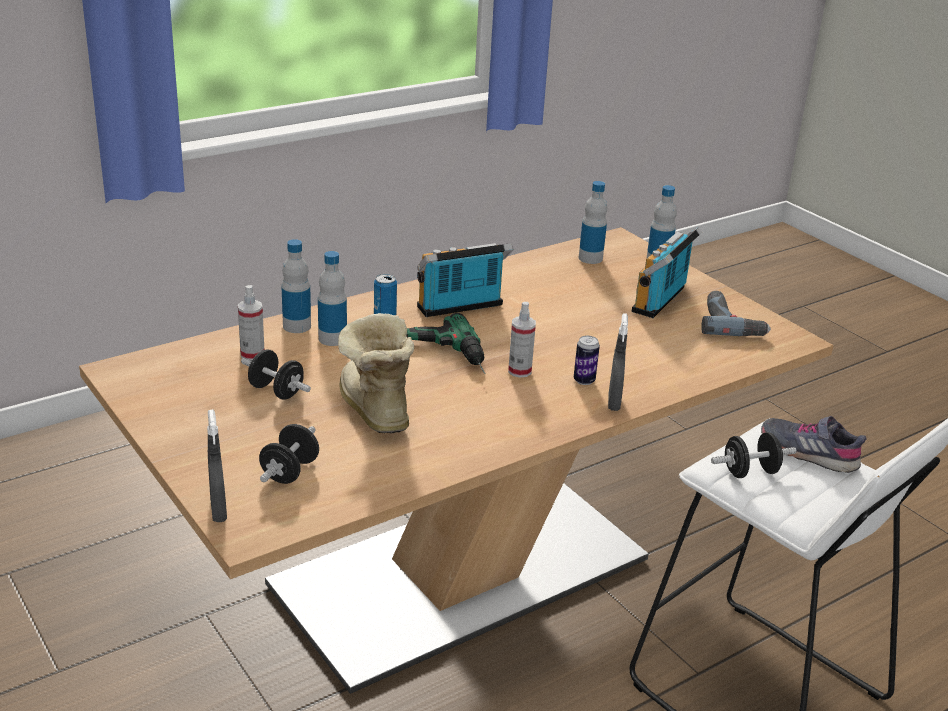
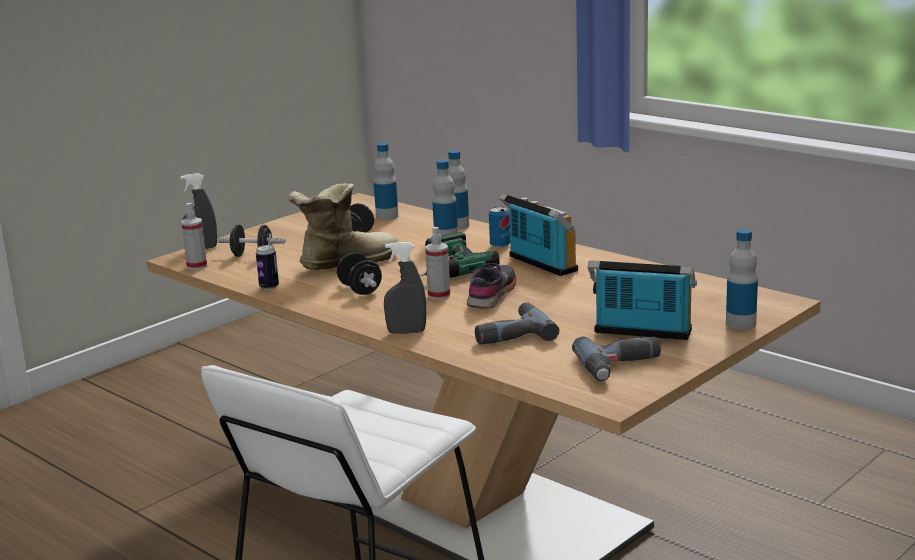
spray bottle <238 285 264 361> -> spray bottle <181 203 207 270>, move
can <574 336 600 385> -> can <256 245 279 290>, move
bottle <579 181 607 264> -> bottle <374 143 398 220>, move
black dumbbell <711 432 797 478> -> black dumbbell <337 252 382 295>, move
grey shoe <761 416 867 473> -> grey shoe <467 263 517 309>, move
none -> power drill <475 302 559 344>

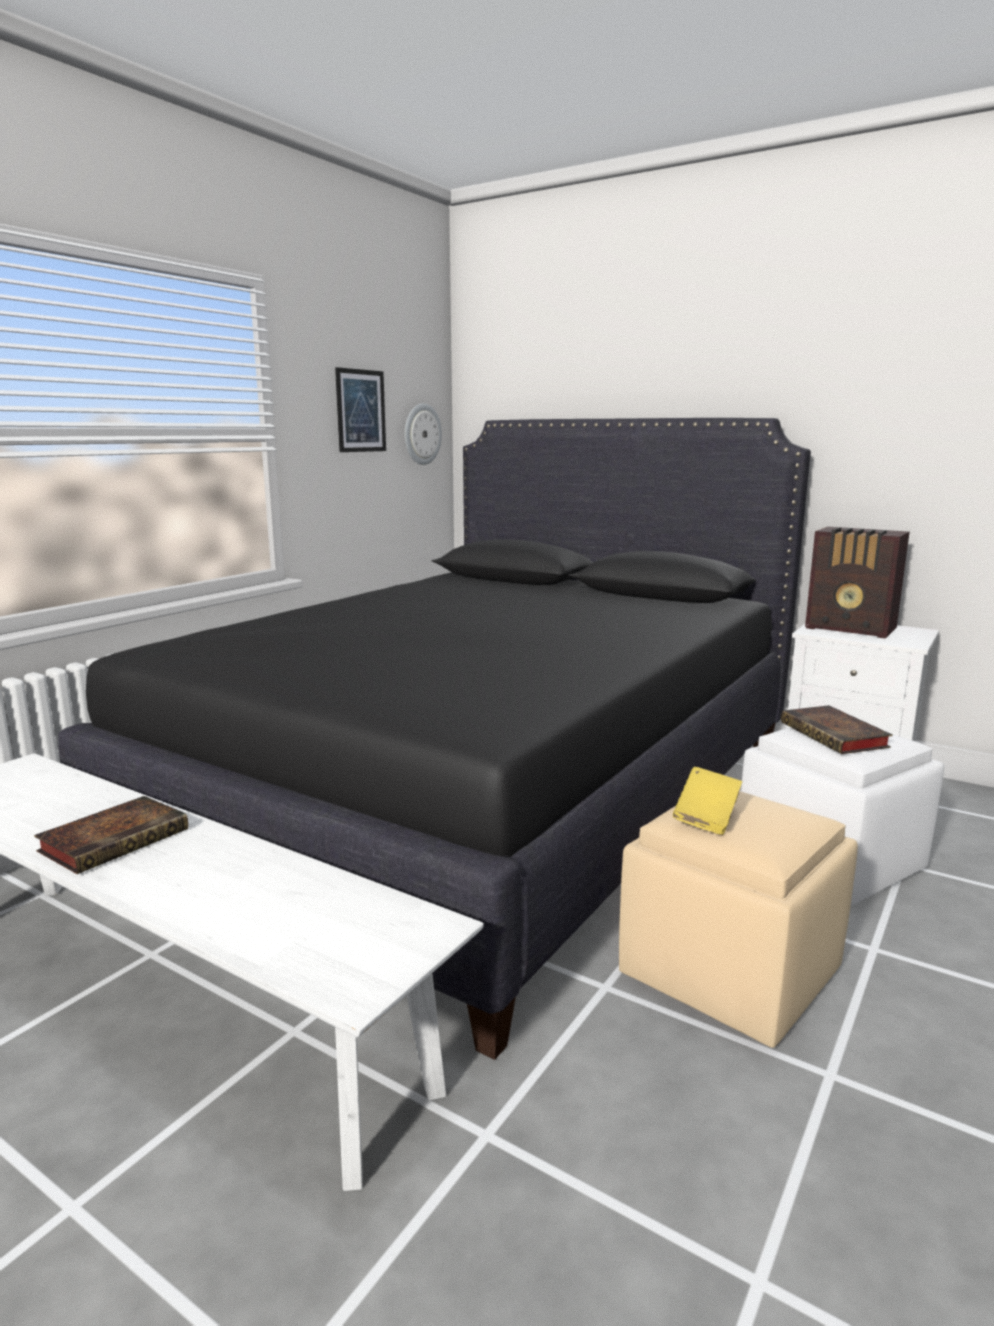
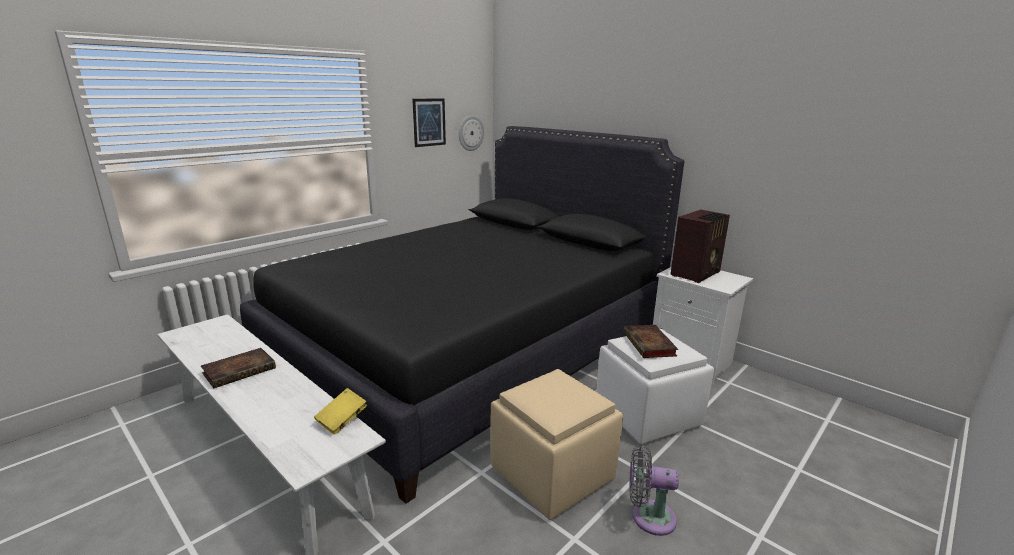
yellow book <673 767 742 835> -> yellow book <314 388 367 435>, move
radio <805 527 910 639> -> radio <670 210 730 283>, 90 degrees counterclockwise
none -> grey fan <629 444 679 536>

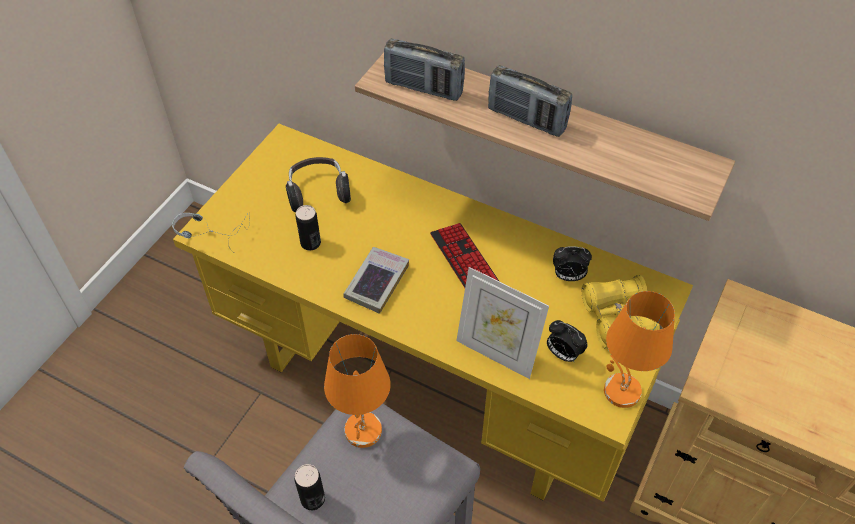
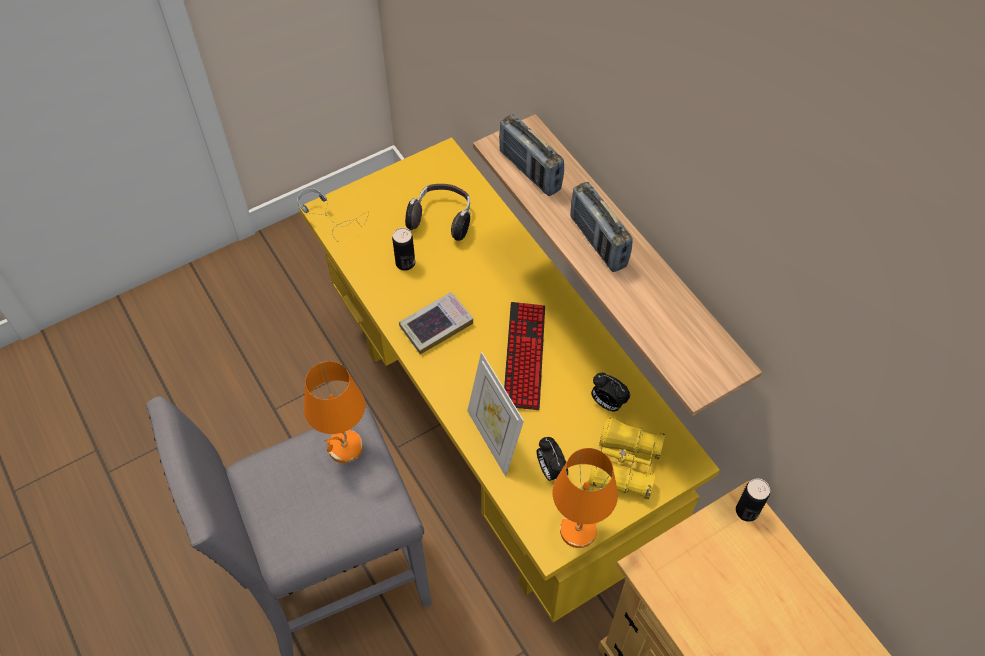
can <294 464 325 510> -> can <736 478 770 522>, move

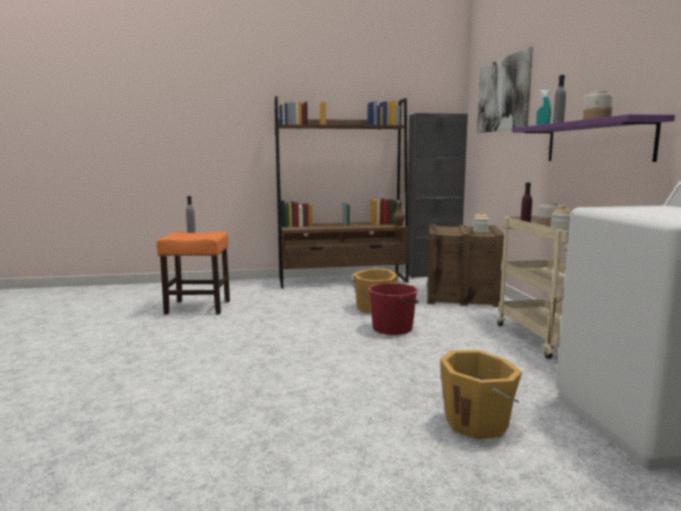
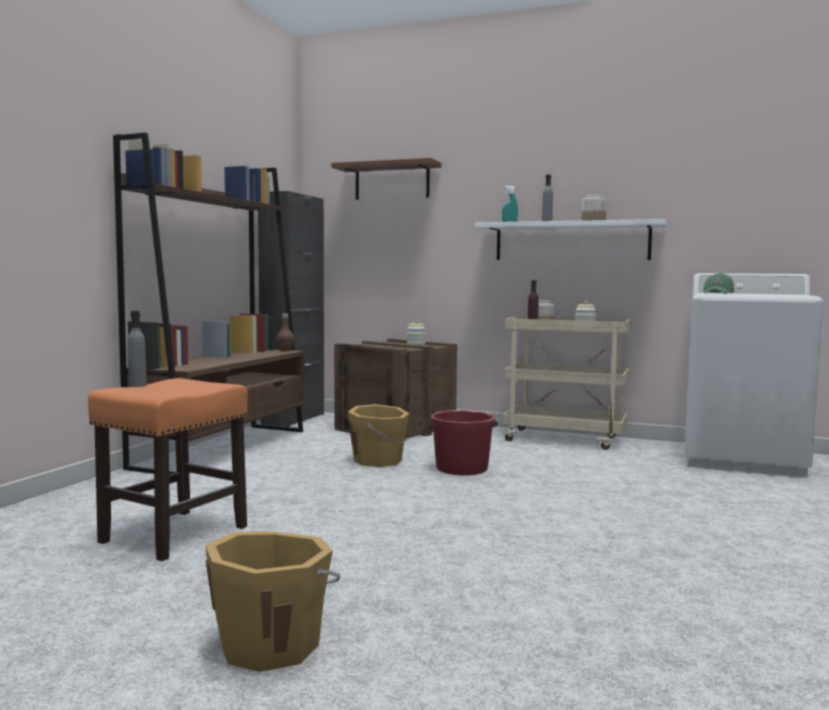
orange bucket <440 350 522 439> -> orange bucket <205 532 341 672>, move
picture <477 47 533 133> -> brown shelf <331 158 442 200>
purple shelf <512 114 675 162> -> white shelf <475 219 667 260>
none -> green cap <703 273 734 294>

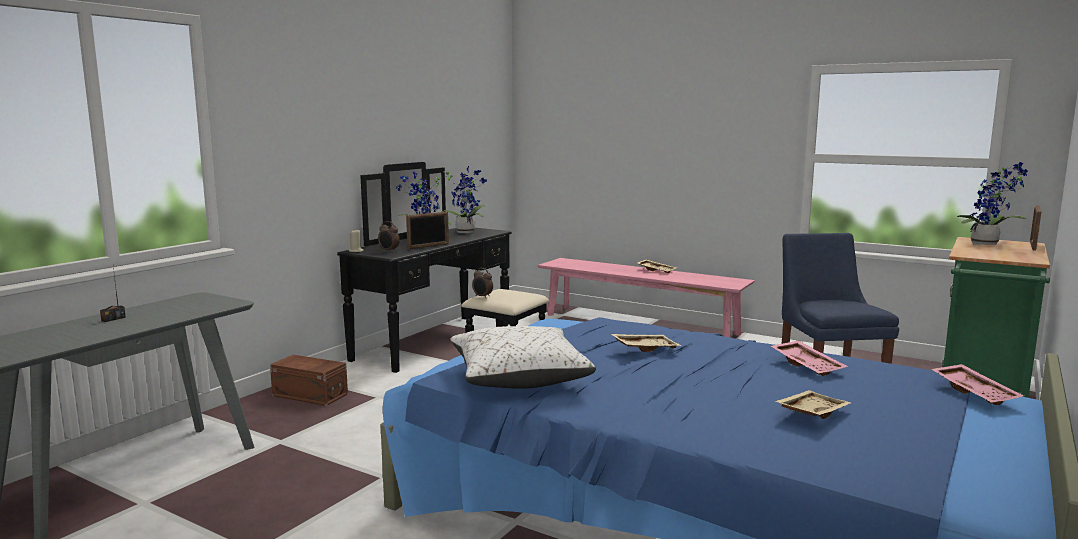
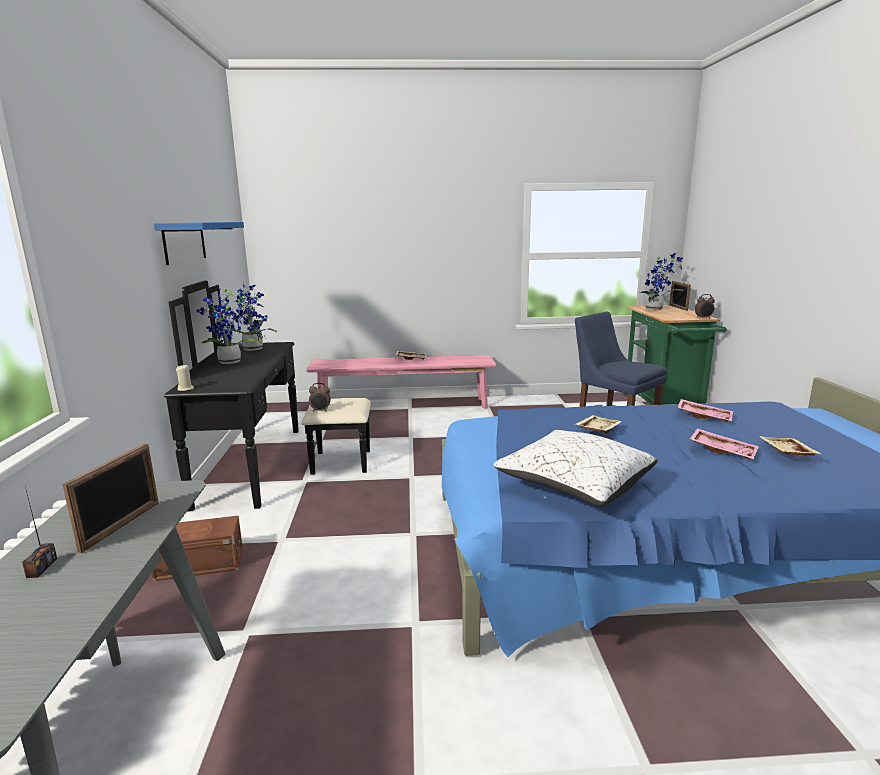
alarm clock <378 221 400 252> -> alarm clock <695 294 715 319>, move
picture frame <406 212 449 249> -> picture frame <62 443 159 553>, move
pink tray <931 364 1024 405> -> pink tray <690 428 759 460>, move
none -> blue shelf <154 222 244 265>

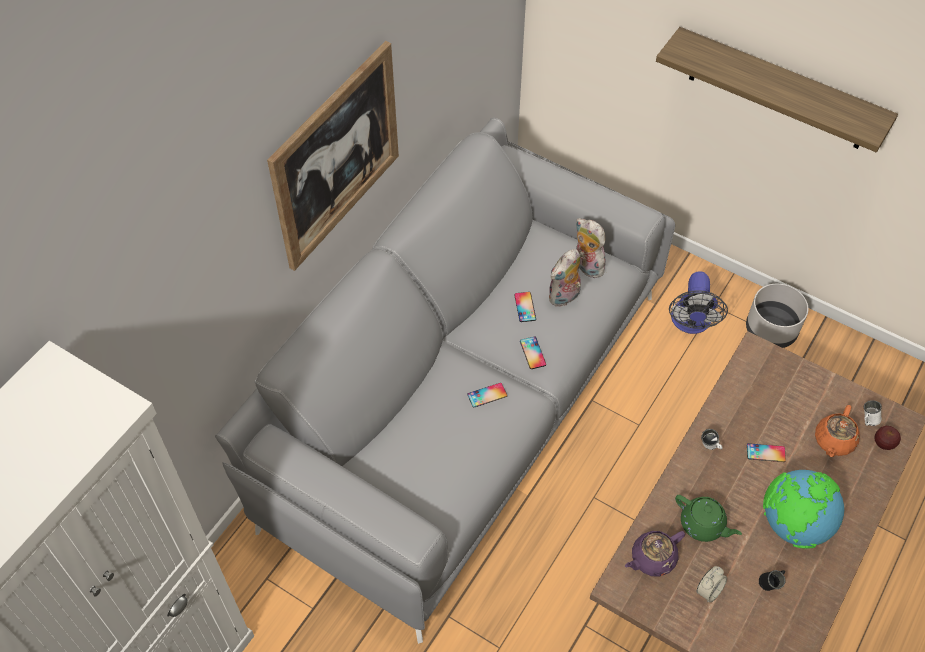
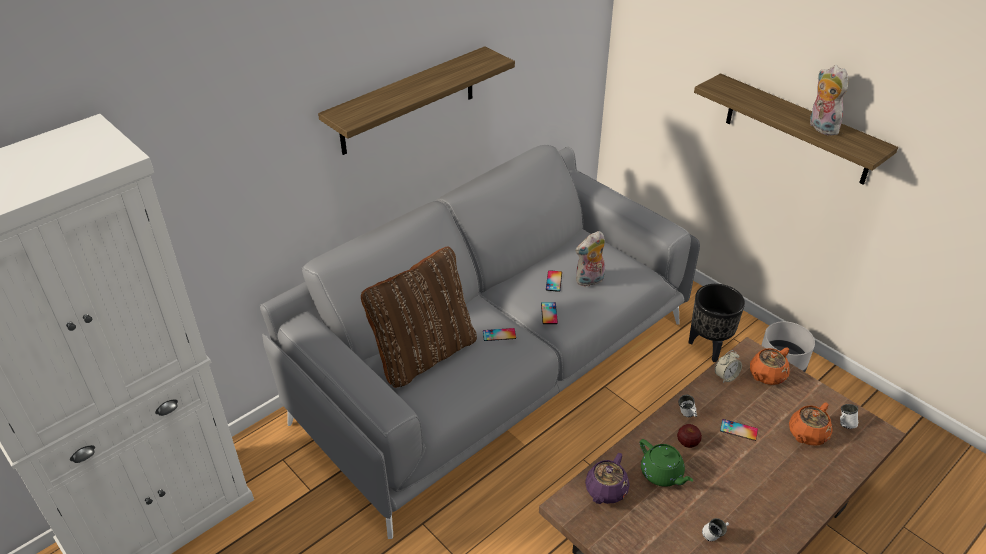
picture <267 41 399 271> -> shelf <318 46 515 155>
plush toy <576 218 608 278> -> plush toy <810 65 848 135>, move
purple teapot <625 531 685 577> -> purple teapot <585 453 630 504>, 45 degrees counterclockwise
fan <669 271 728 334> -> black planter <689 284 745 362>
alarm clock <697 566 727 603> -> alarm clock <715 350 742 383>, move
black mug <759 570 785 591> -> white mug <702 518 729 541>
globe <763 470 844 548> -> none
apple <875 426 901 450> -> apple <677 424 702 448>, move
none -> brown pillow <361 247 477 388>
none -> orange teapot <750 347 790 385>

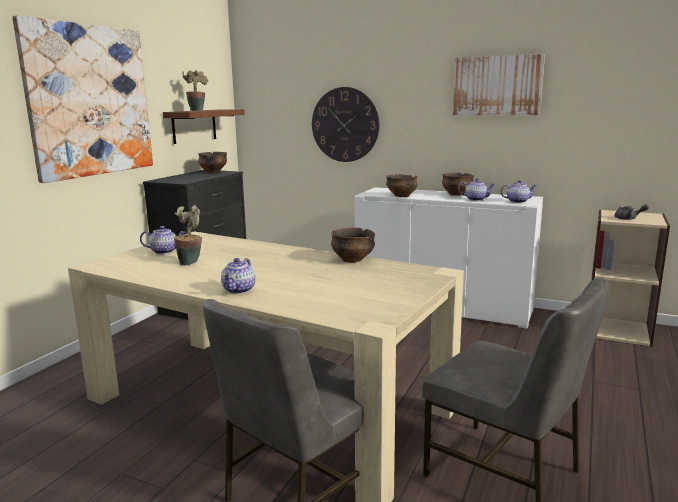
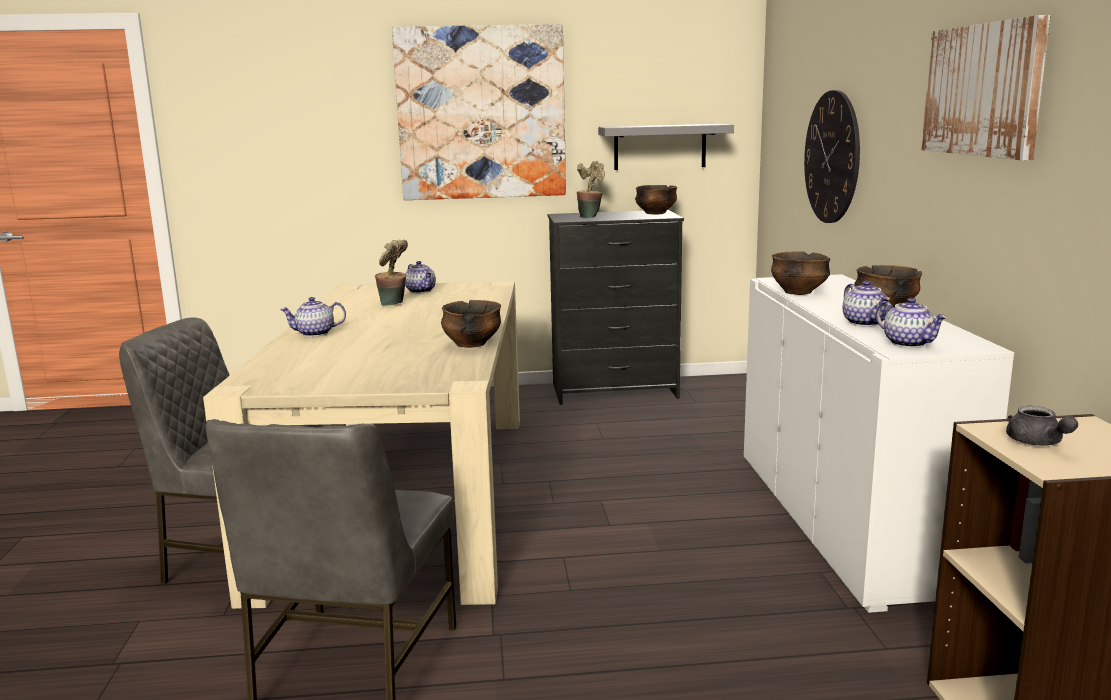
brown shelf <163 109 245 144> -> grey shelf <598 124 734 170>
potted plant <182 70 208 111> -> potted plant <577 161 605 218>, move

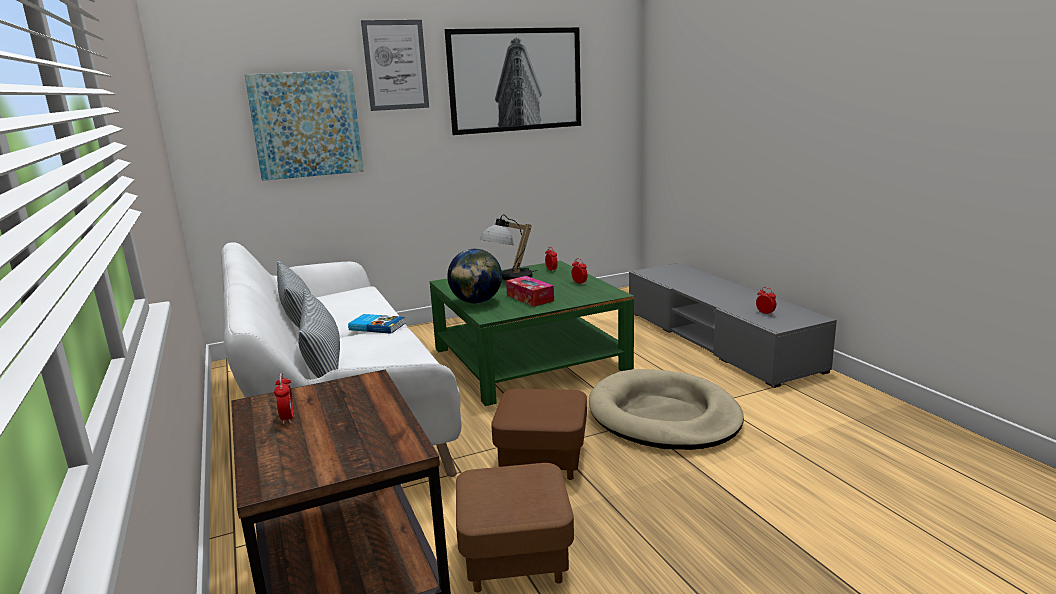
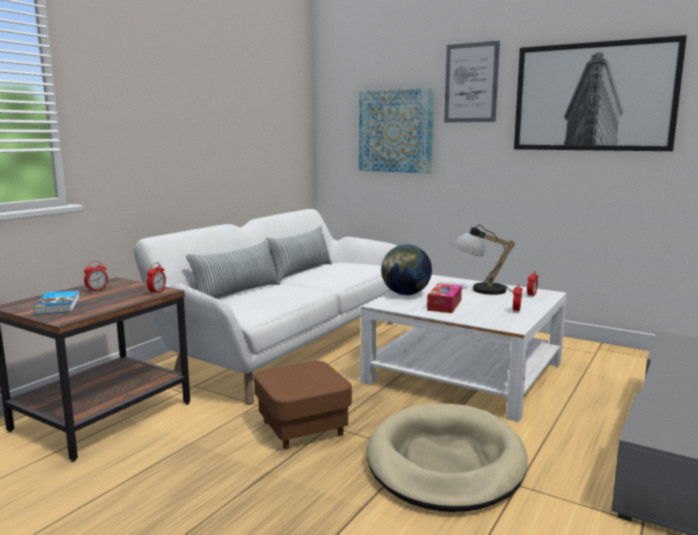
book <348 314 405 334> -> book <34 290 80 315>, move
green coffee table <430 261 634 406> -> white coffee table <360 275 567 422>
brown ottoman <456 463 574 592> -> none
alarm clock <756 287 776 315> -> alarm clock <147 262 166 295>, move

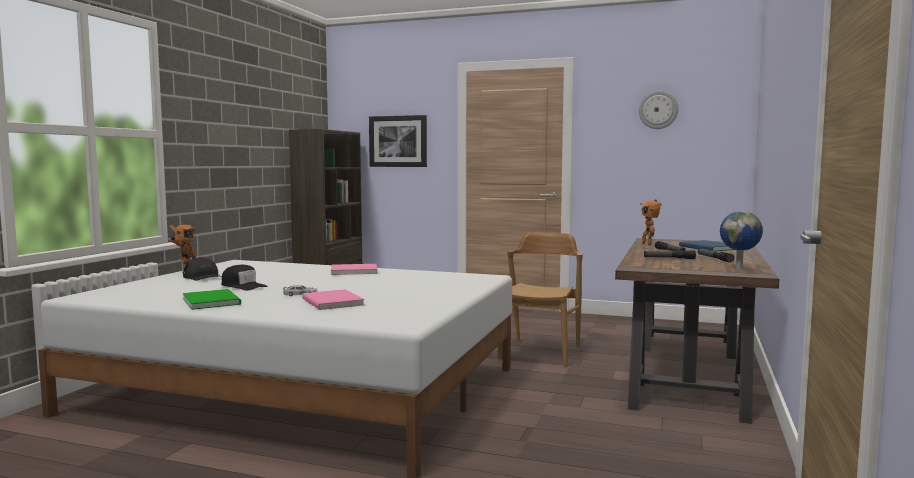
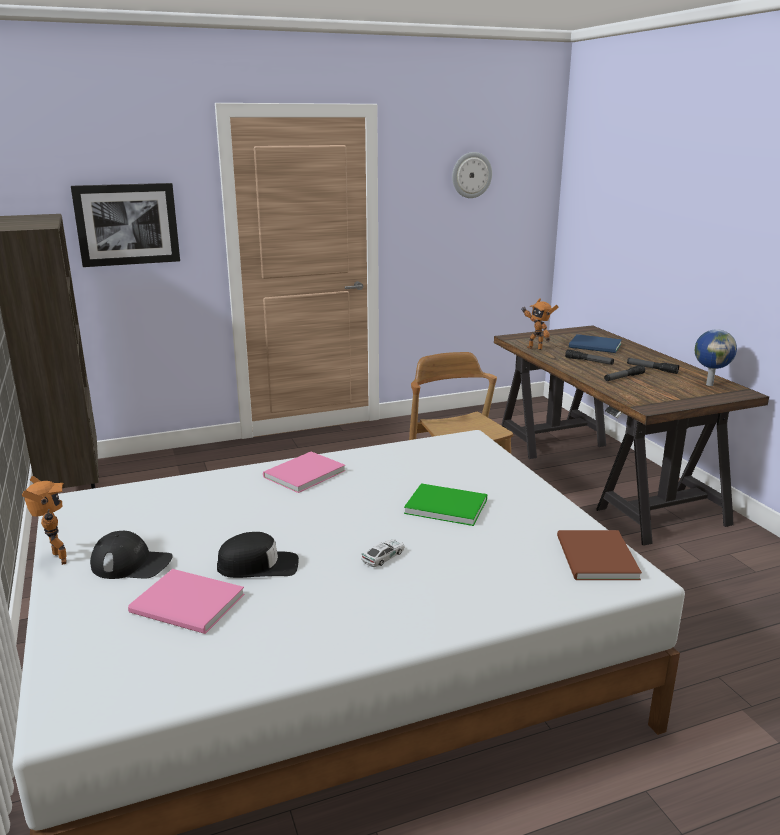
green book <183 289 241 310> -> green book <404 483 487 526>, move
pink book <302 289 364 310> -> pink book <128 569 245 634>, move
none -> brown book <557 530 642 580>

